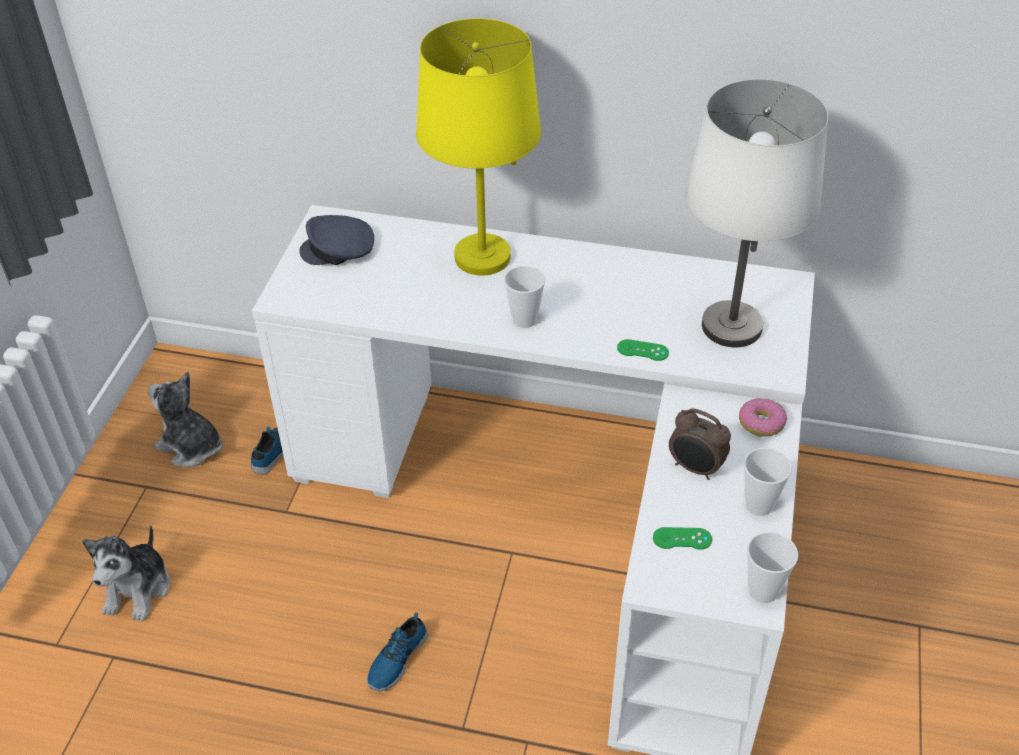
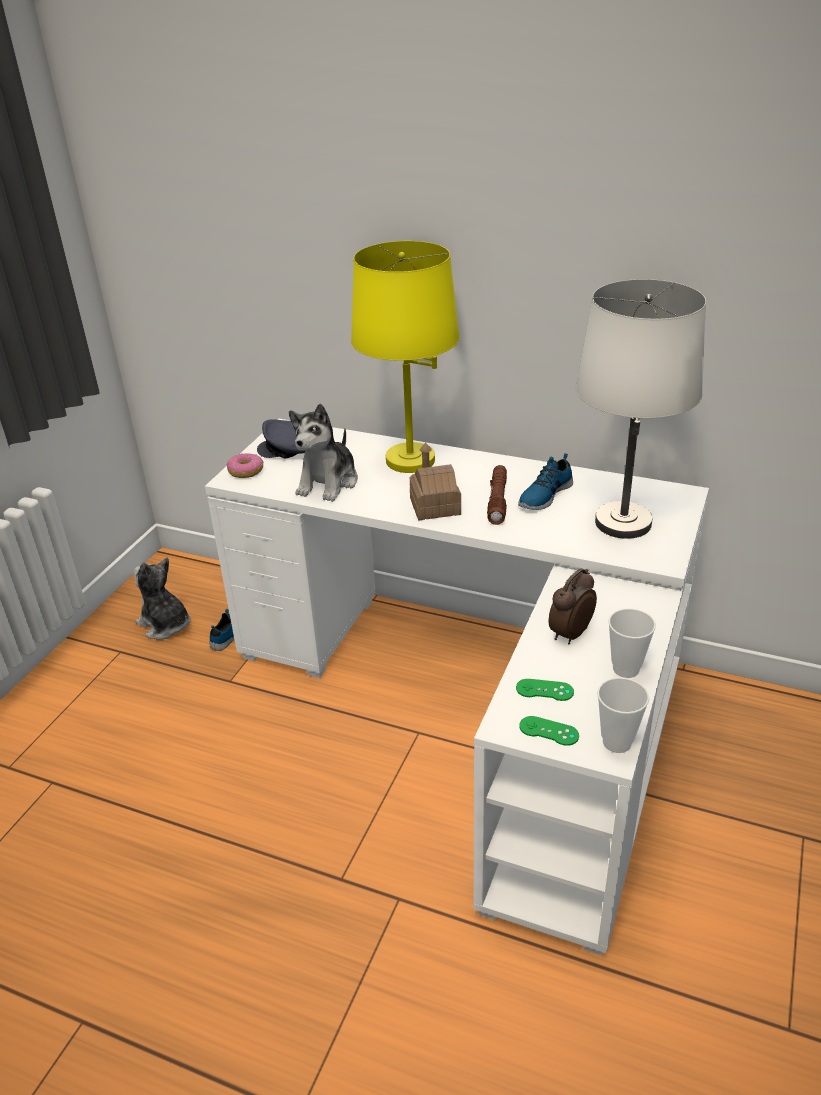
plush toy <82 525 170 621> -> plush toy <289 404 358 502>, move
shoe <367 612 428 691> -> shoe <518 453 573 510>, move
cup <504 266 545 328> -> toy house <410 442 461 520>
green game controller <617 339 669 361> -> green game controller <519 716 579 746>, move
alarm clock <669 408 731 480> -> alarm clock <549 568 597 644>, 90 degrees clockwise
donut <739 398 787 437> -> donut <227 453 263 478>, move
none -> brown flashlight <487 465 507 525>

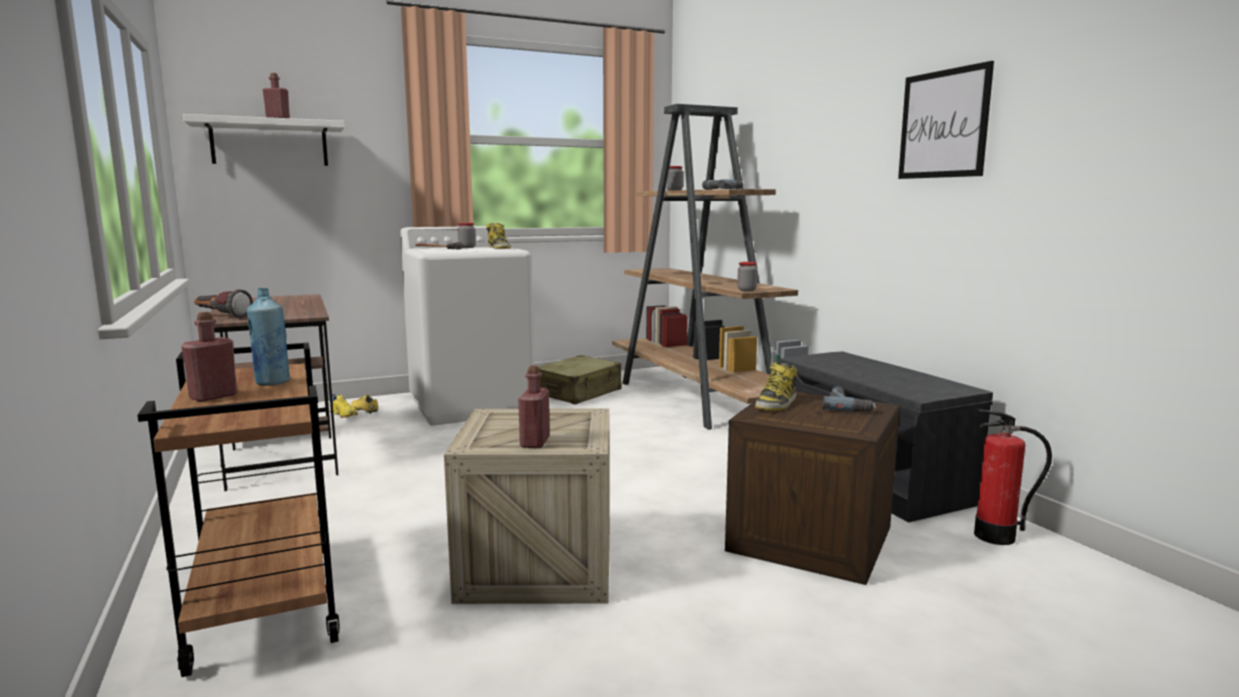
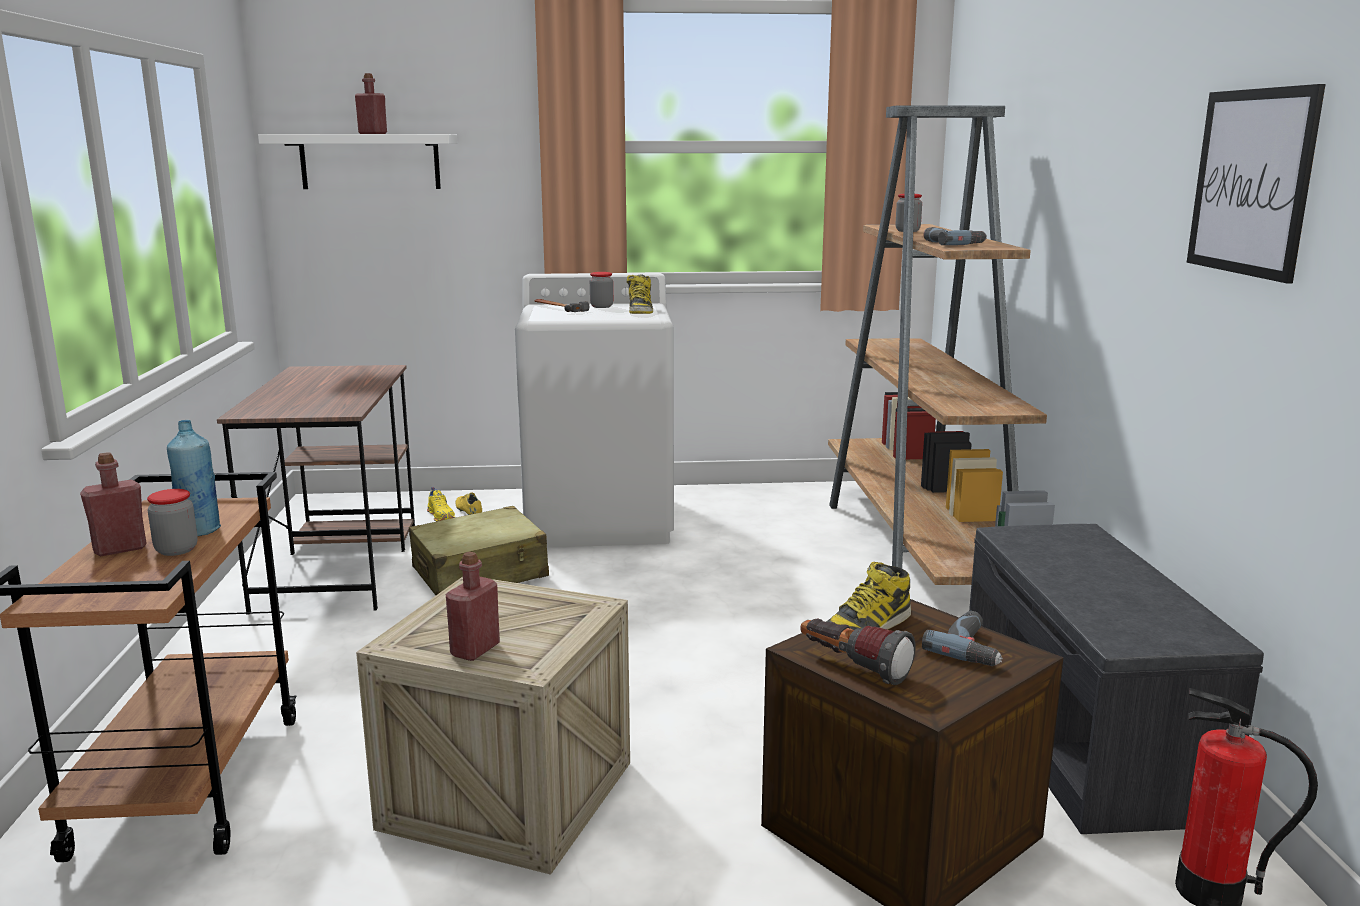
flashlight <194 289 253 318> -> flashlight <801 619 916 685>, move
beige suitcase <538 355 622 404> -> beige suitcase <409 506 549 595>, move
jar <737 262 758 291> -> jar <147 489 198 556>, move

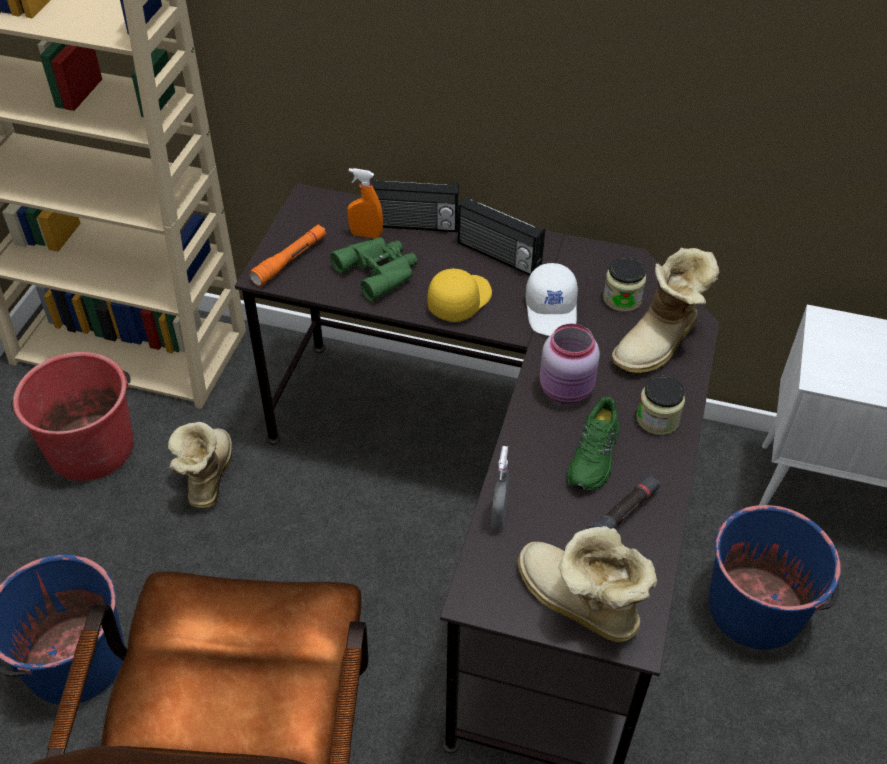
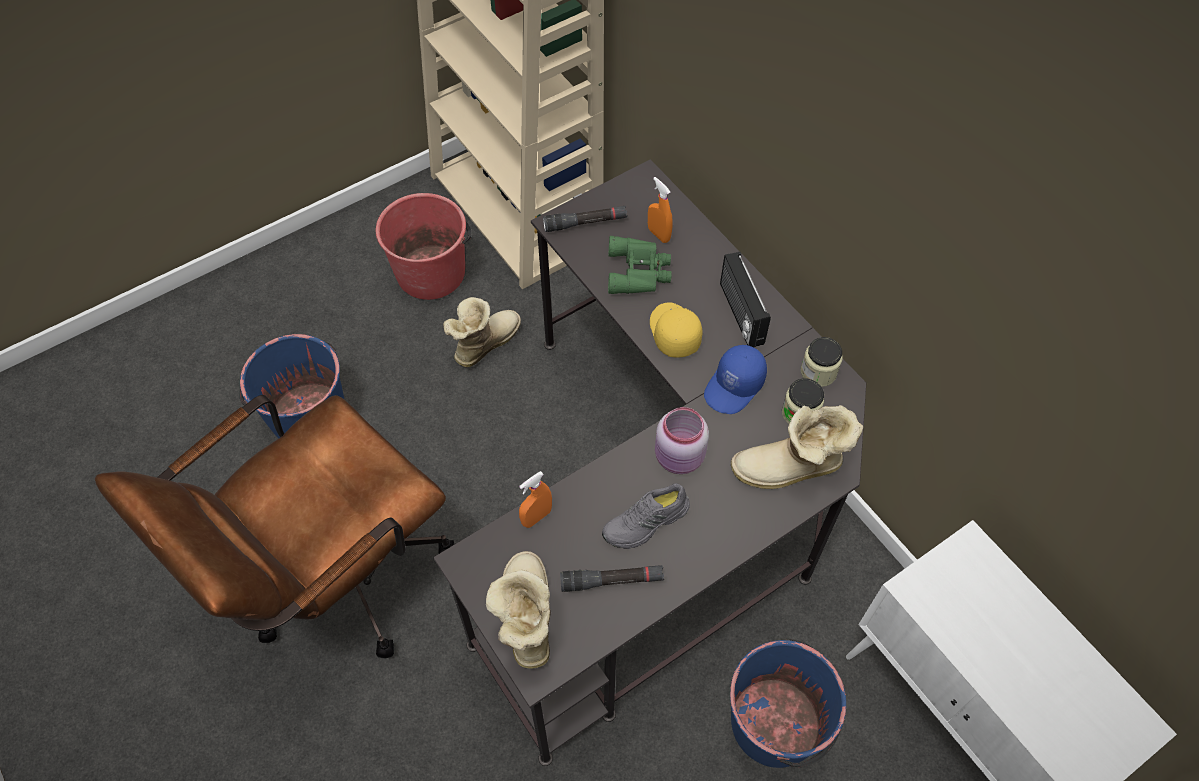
orange flashlight <249 224 326 286> -> black flashlight <543 206 627 232>
radio <371 178 459 232> -> none
yellow cap <428 268 492 322> -> yellow cap <650 302 702 357>, 90 degrees counterclockwise
grey spray bottle <491 446 509 531> -> orange spray bottle <519 471 552 528>
white cap <526 263 578 336> -> blue cap <704 345 767 414>
green shoe <567 397 620 491> -> grey shoe <602 483 690 549>
jar <637 375 685 435> -> jar <801 337 842 387>, move

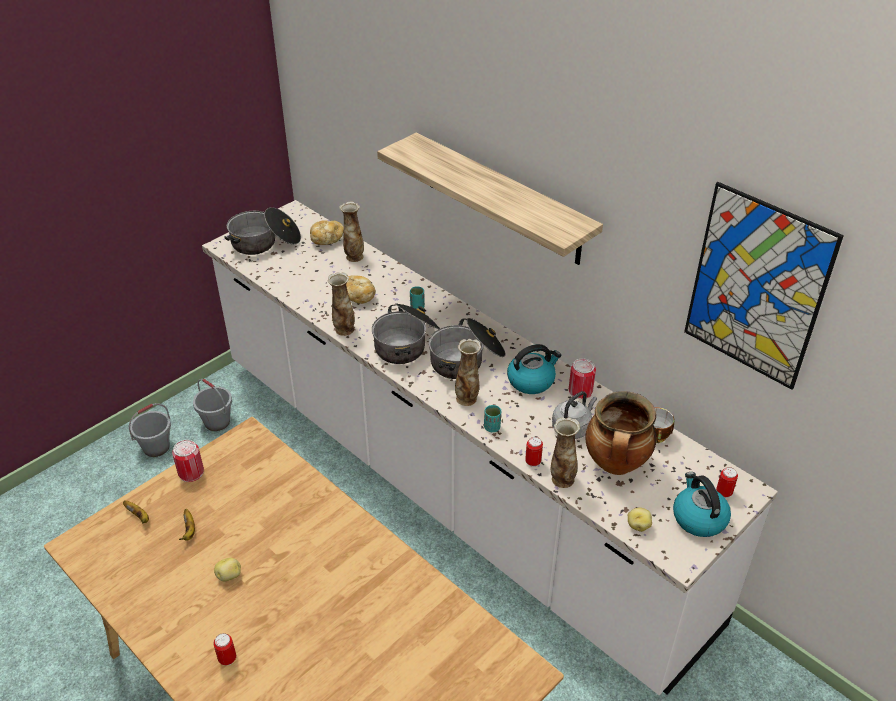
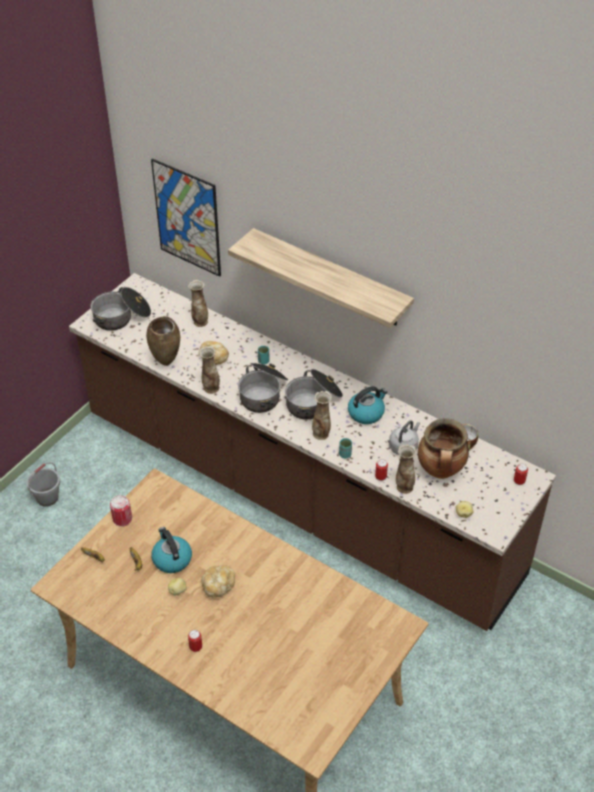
grey bucket <193 379 232 431> -> none
white counter <202 200 778 695> -> brown counter <69 273 556 631>
bread <310 220 344 245> -> bread <201 565 235 598>, move
can <569 358 596 399> -> none
kettle <673 472 731 537> -> kettle <151 527 192 573>, move
picture <684 182 844 390> -> picture <151 158 221 277>, move
none -> brown vase <146 316 180 366>

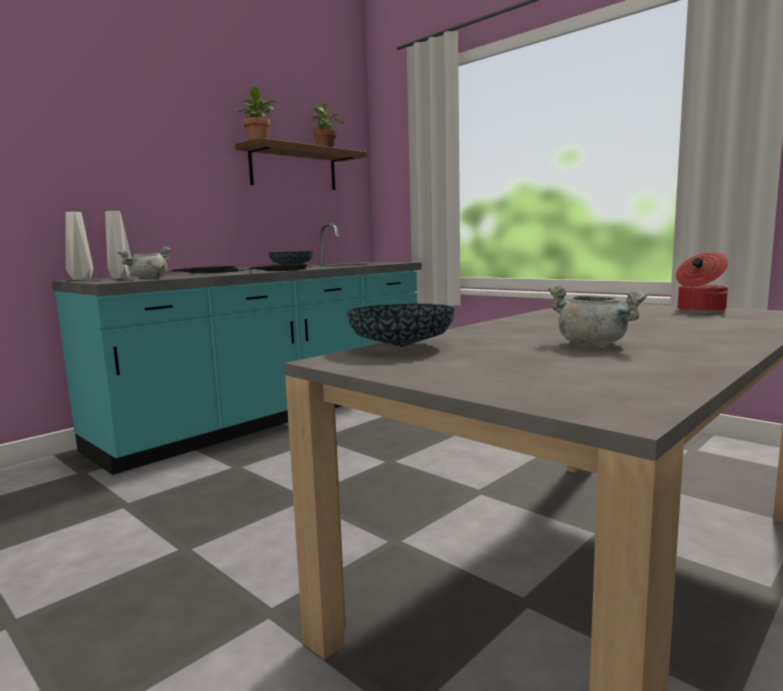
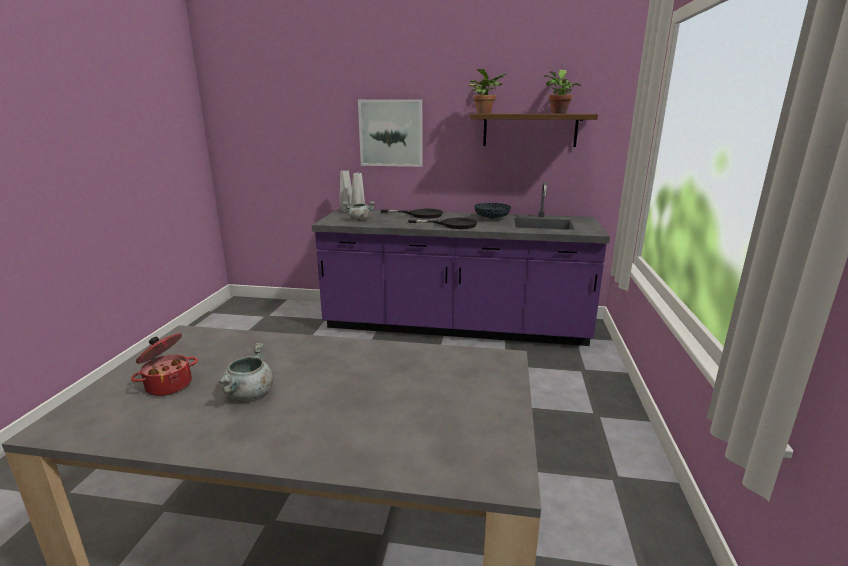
turquoise counter <52 223 422 475> -> purple counter <312 182 610 346>
bowl <347 304 455 347> -> none
cooking pot <676 252 728 313> -> cooking pot <131 333 198 396>, move
none -> picture <358 99 422 167>

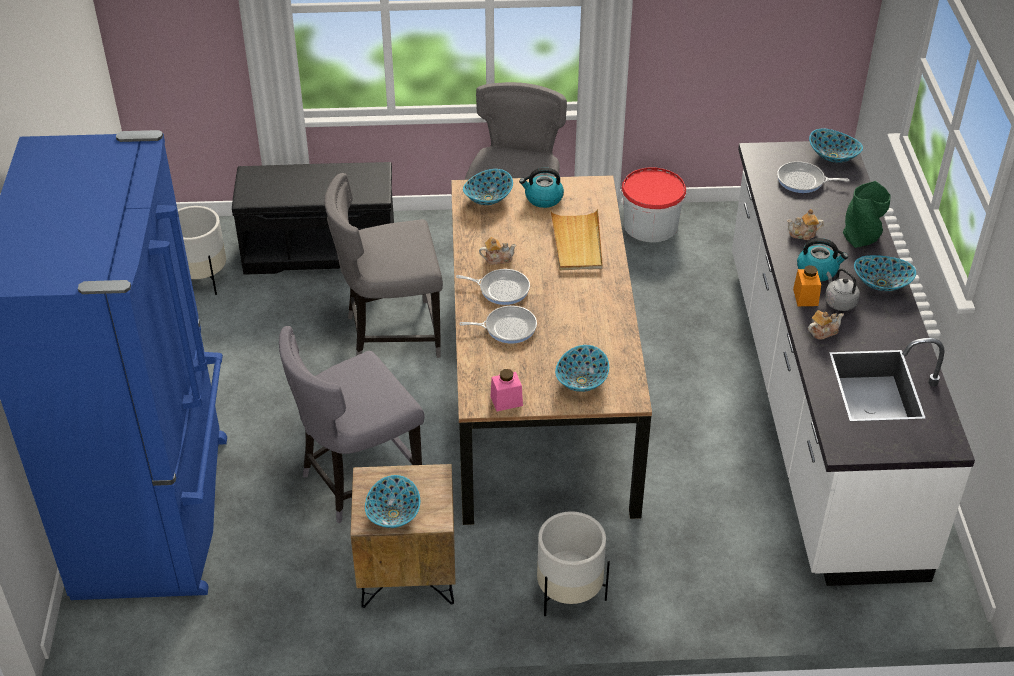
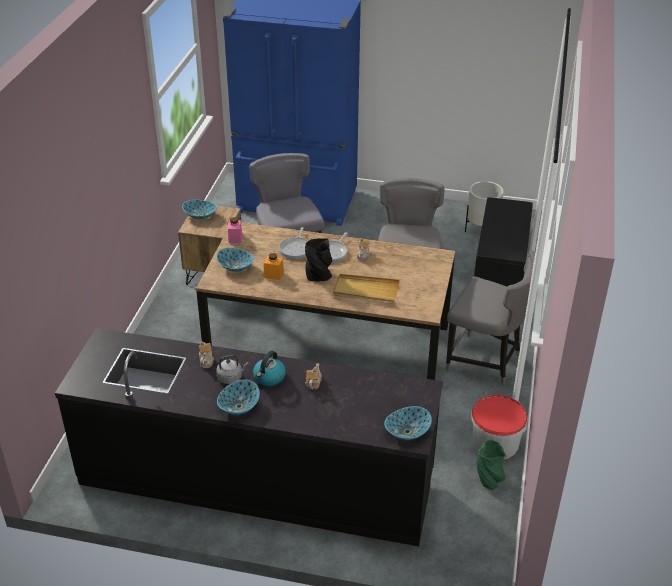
bowl <463 169 513 205> -> none
kettle <519 168 564 208> -> none
white planter <537 511 610 616> -> none
white counter <732 141 975 586> -> black counter <55 328 443 546>
frying pan <777 161 849 193> -> none
orange jar <793 265 821 306> -> orange jar <264 253 284 280>, move
green vase <843 181 890 248> -> green vase <477 440 507 490>, move
none -> black vase <305 239 332 281>

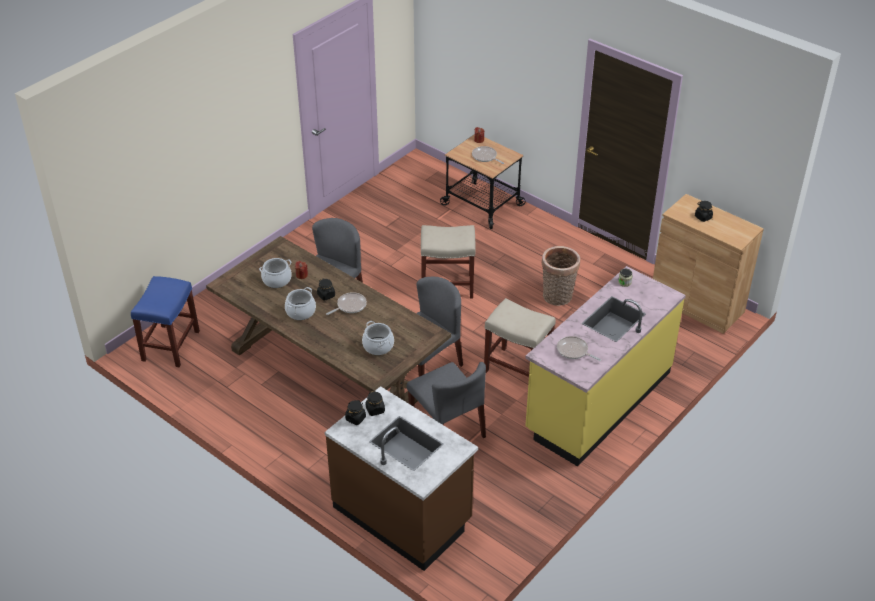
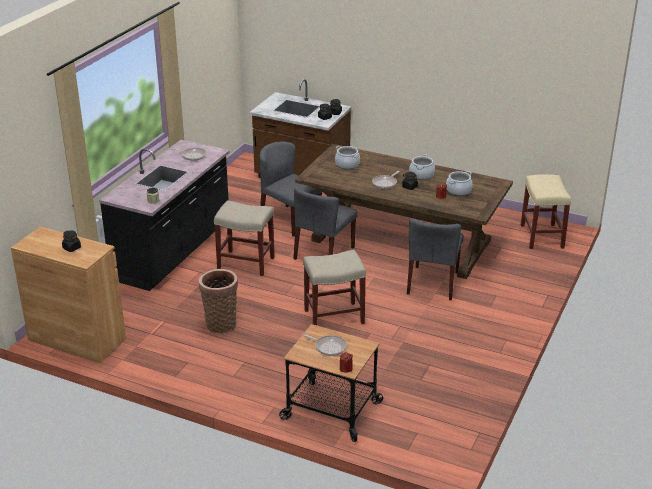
blue stool <131 276 200 368> -> beige stool <521 174 571 249>
yellow counter <525 266 686 466> -> black counter <99 140 230 291>

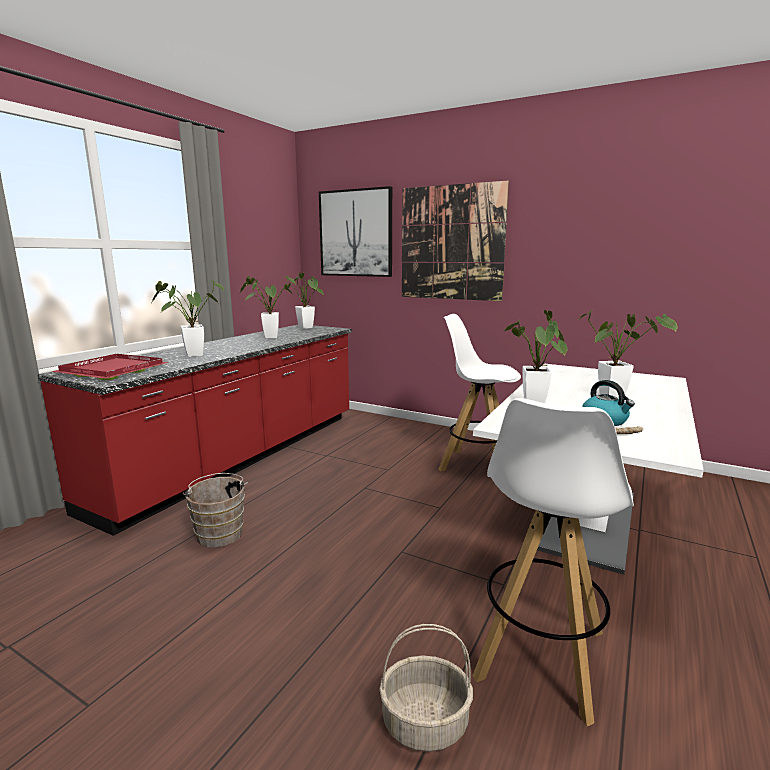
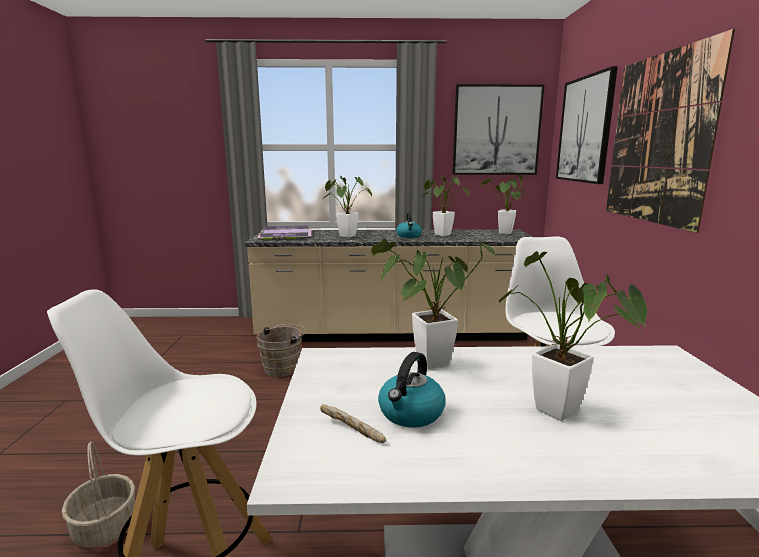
red counter <38 325 352 536> -> beige counter <245 229 533 342>
red tray <52 354 169 380> -> purple tray <257 226 311 240>
none -> kettle <396 212 422 238>
none -> picture <452 84 545 175>

